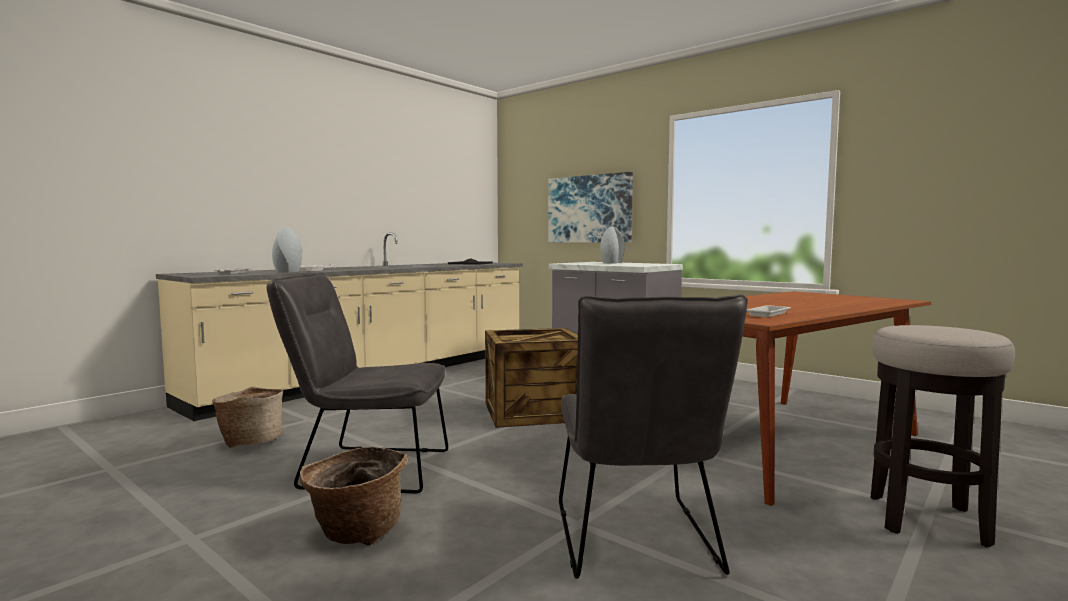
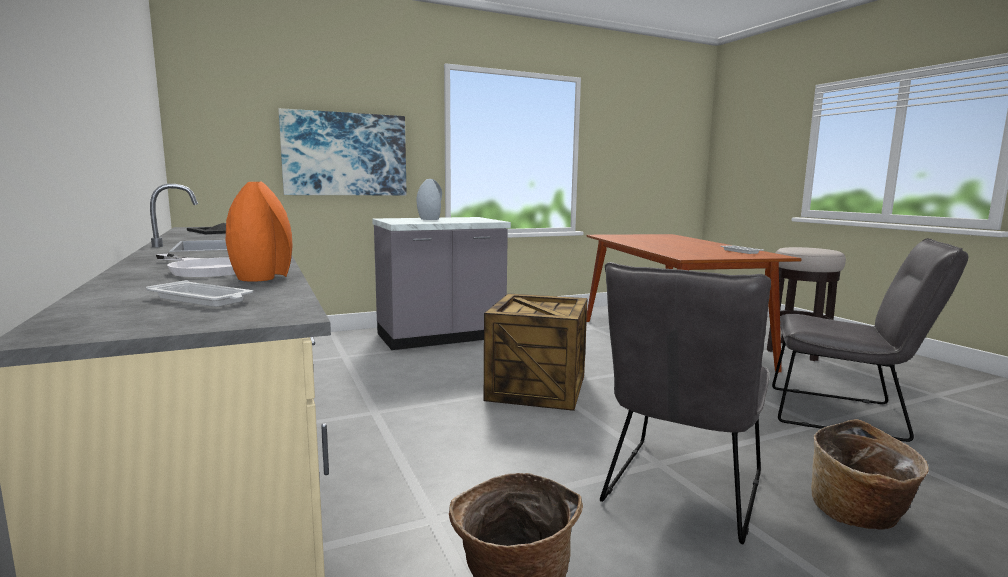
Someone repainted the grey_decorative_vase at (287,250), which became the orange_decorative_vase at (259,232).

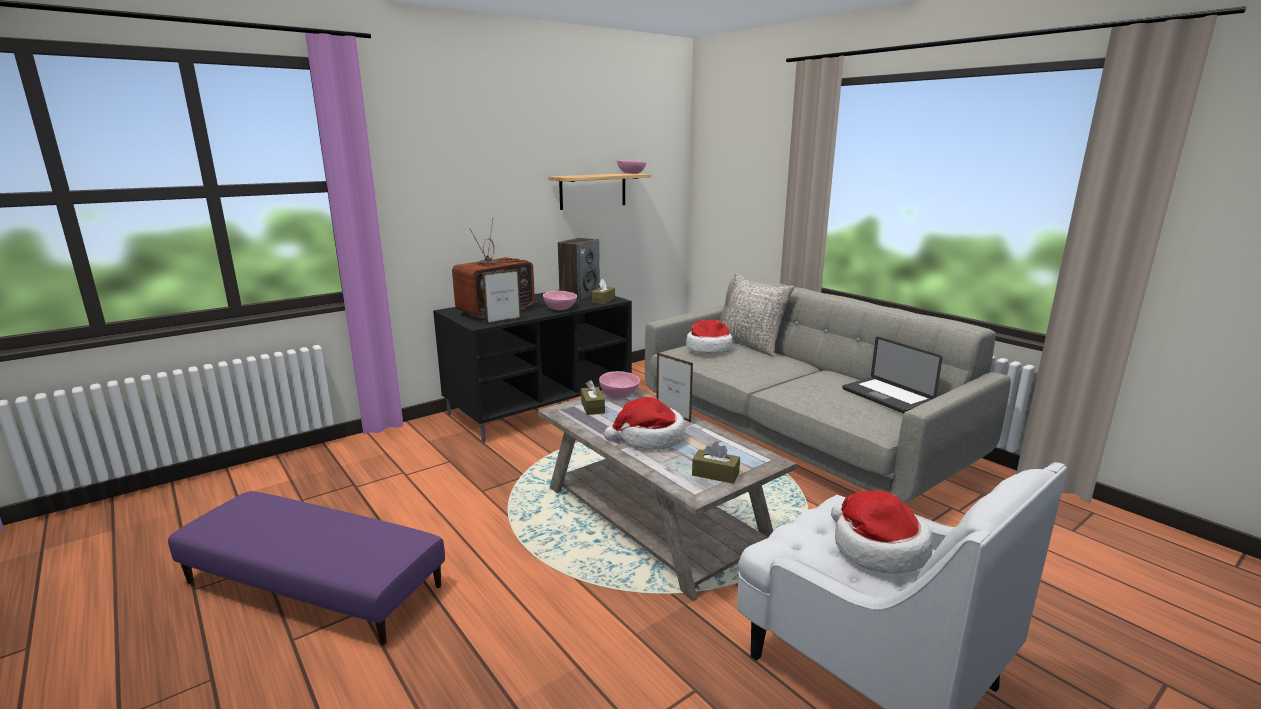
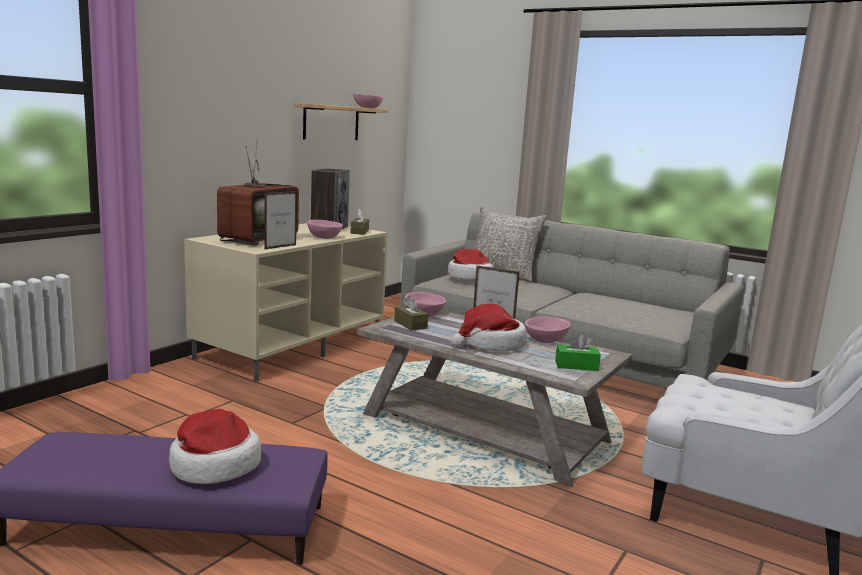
Someone repainted the black-coloured_media_console at (532,366), which became the sand-coloured_media_console at (286,302).
Someone took away the portable_computer at (892,375).
Someone repainted the brown-coloured_box_of_tissues at (716,463), which became the greenish_box_of_tissues at (578,352).
Someone carried the clothing_hat from (882,532) to (215,446).
Someone put down the pink-coloured_bowl at (547,330).

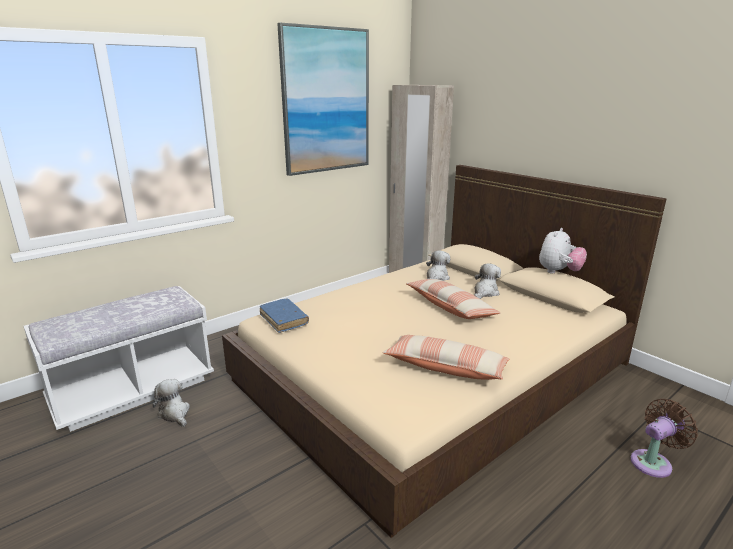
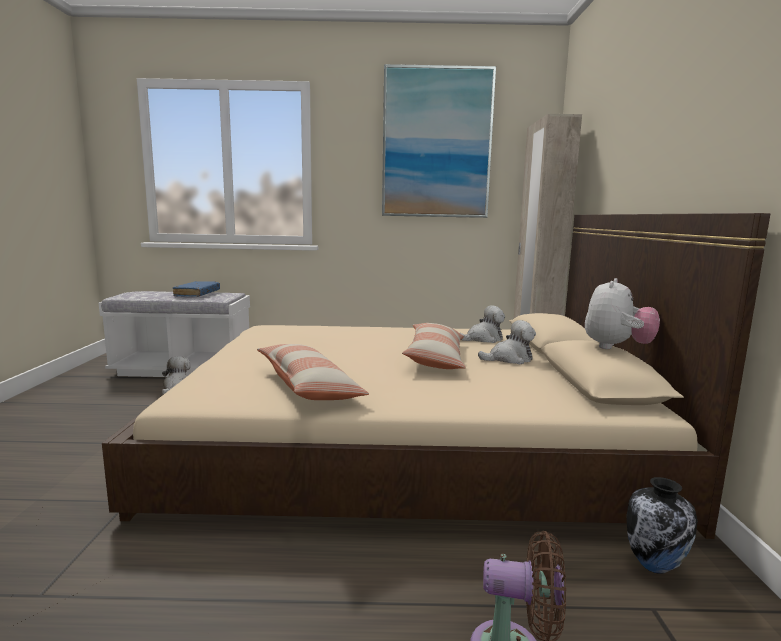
Someone rotated the cuddly_toy at (563,251) by 45 degrees counterclockwise.
Someone carried the blue_book from (284,315) to (196,289).
Someone put down the decorative_vase at (662,525).

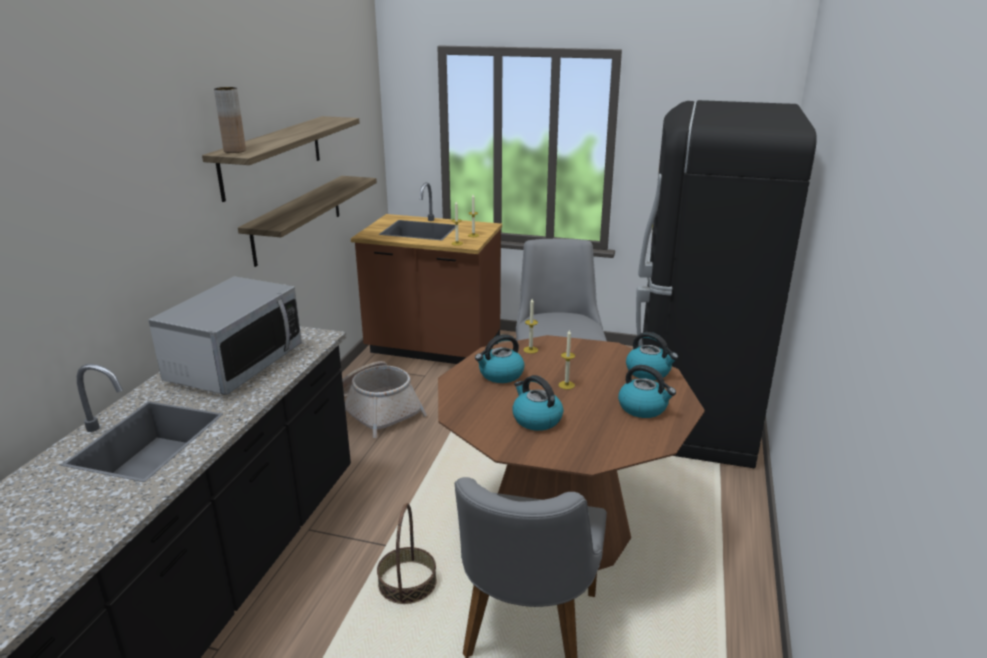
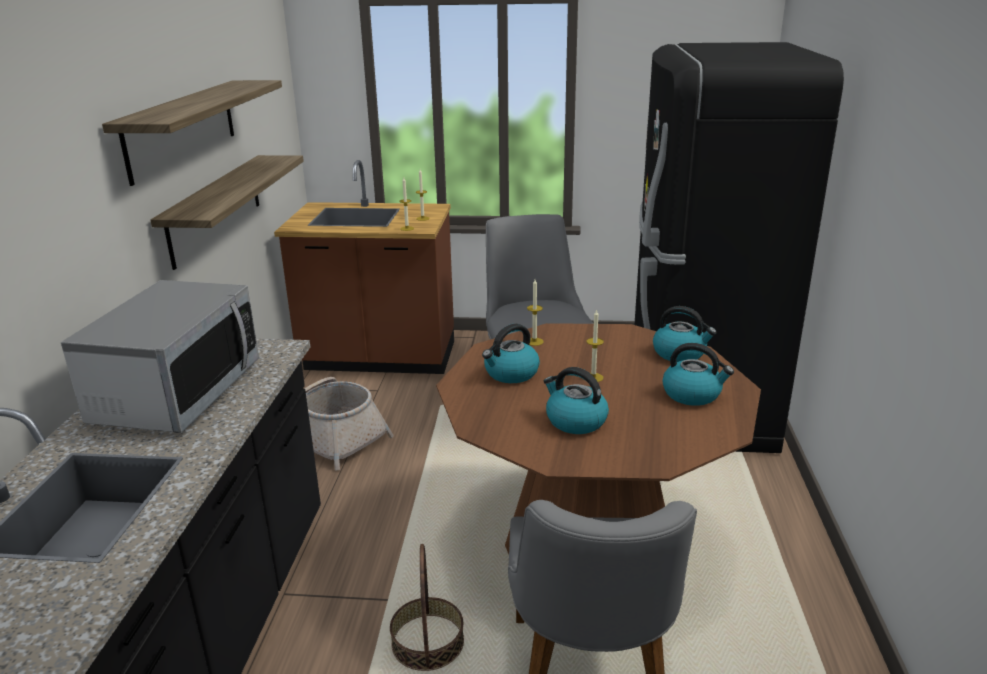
Someone took away the brown-coloured_decorative_vase at (230,120).

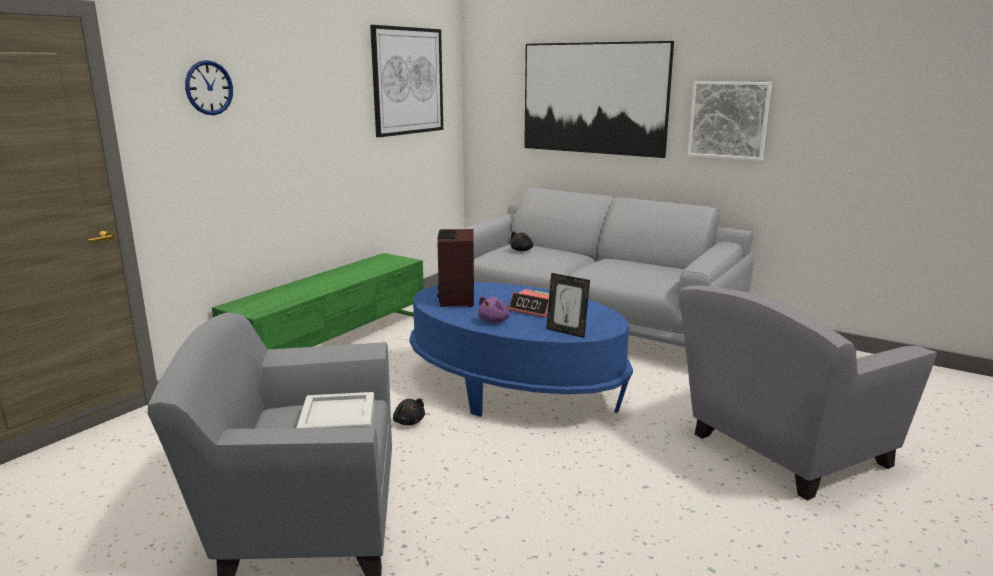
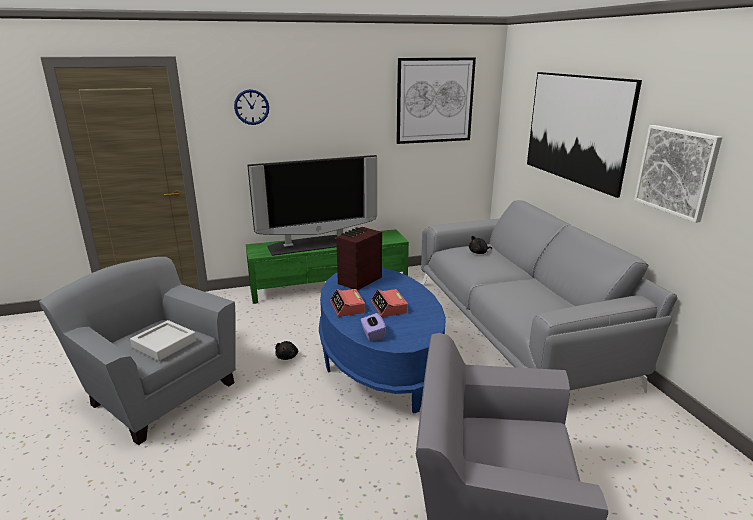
Someone swapped the photo_frame at (568,305) for the purple_box_of_tissues at (373,327).
Someone swapped the purple_cuddly_toy at (494,309) for the bedside_clock at (347,303).
Someone put down the TV_set at (312,205).

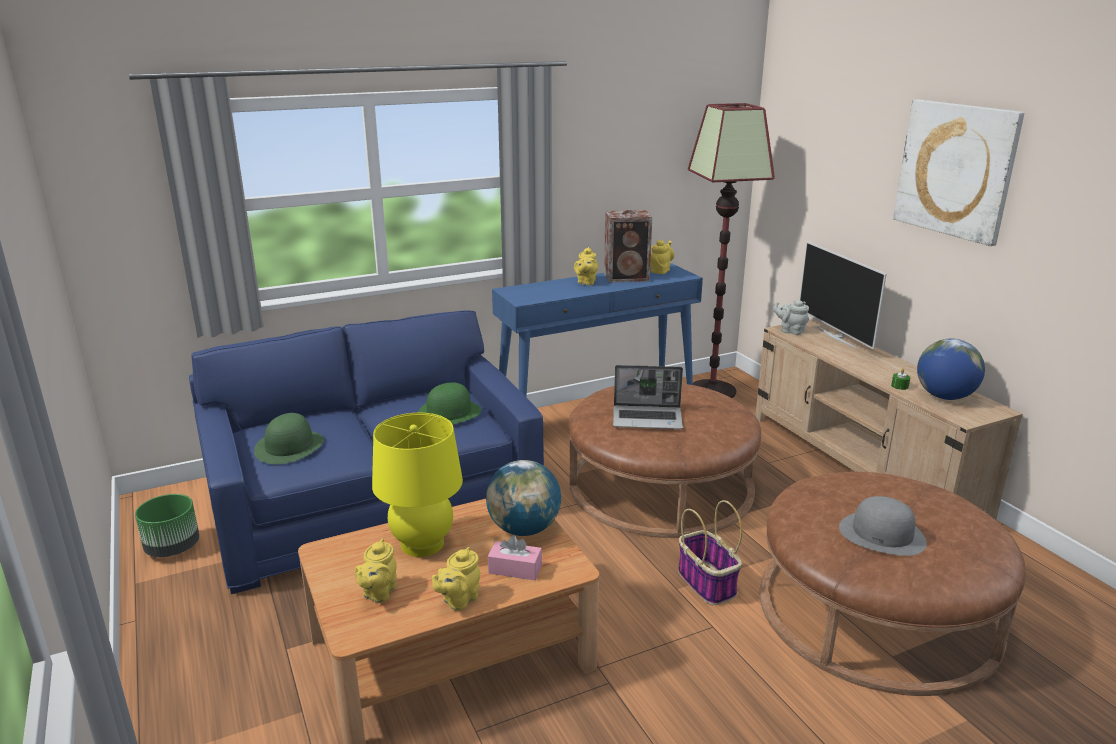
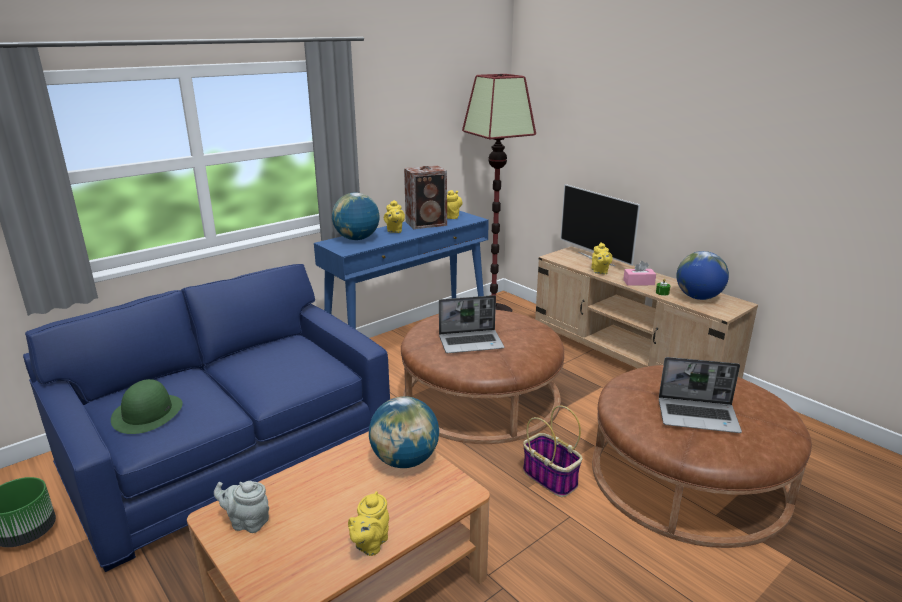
Someone took away the wall_art at (959,173).
Someone carried the grey_teapot from (791,317) to (241,507).
Someone took away the greenish_clothing_hat at (449,403).
Someone took away the yellowish_tabletop_lamp at (417,485).
Someone swapped the grey_clothing_hat at (883,526) for the portable_computer at (700,395).
Someone carried the pink-coloured_box_of_tissues from (515,557) to (639,273).
Someone carried the yellowish_teapot from (376,571) to (602,258).
Someone put down the desk_globe at (356,216).

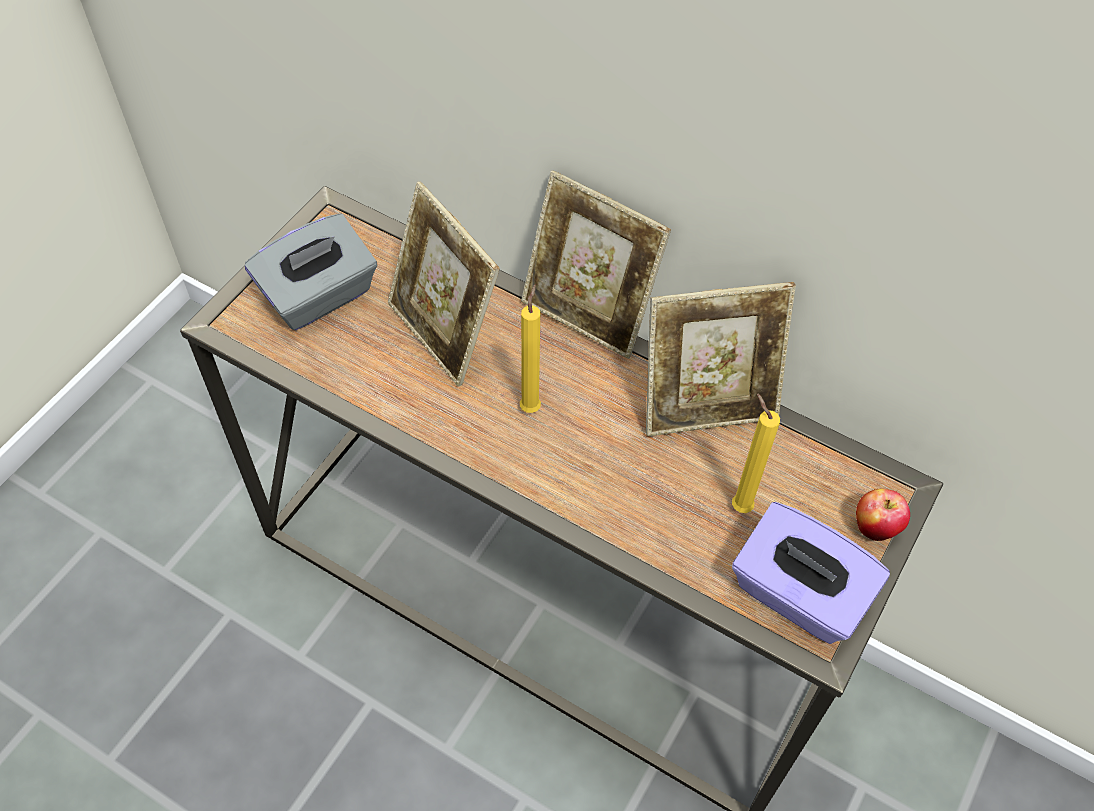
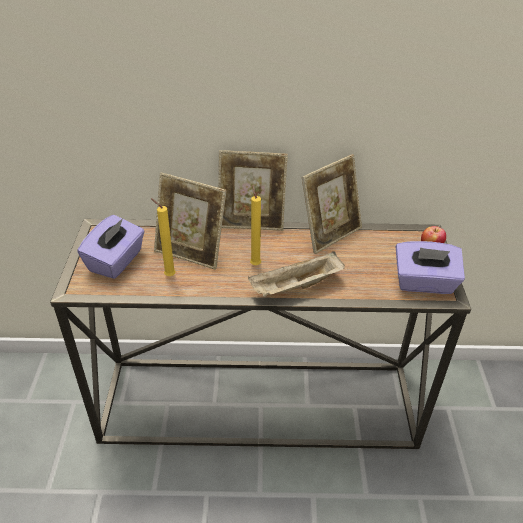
Someone repainted the grey_box_of_tissues at (311,272), which became the purple_box_of_tissues at (111,247).
Someone carried the yellowish_wax_light from (756,453) to (163,237).
Someone put down the sand-coloured_carrying_tray at (296,274).

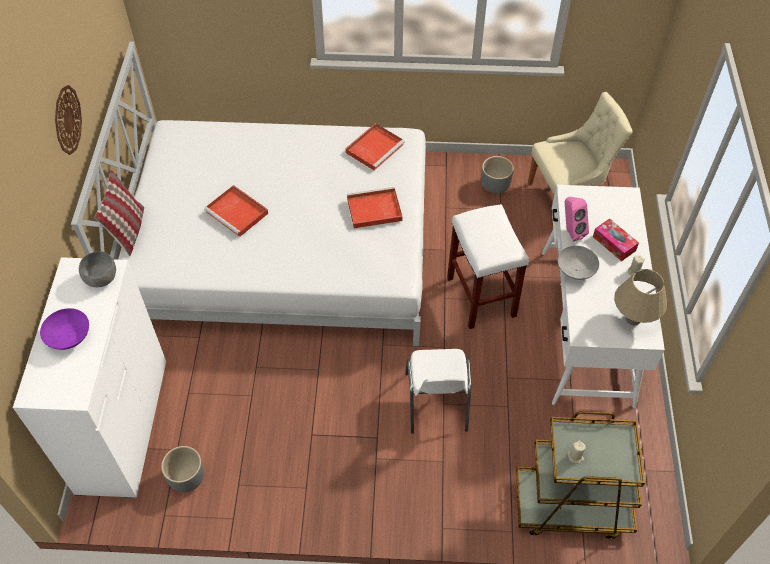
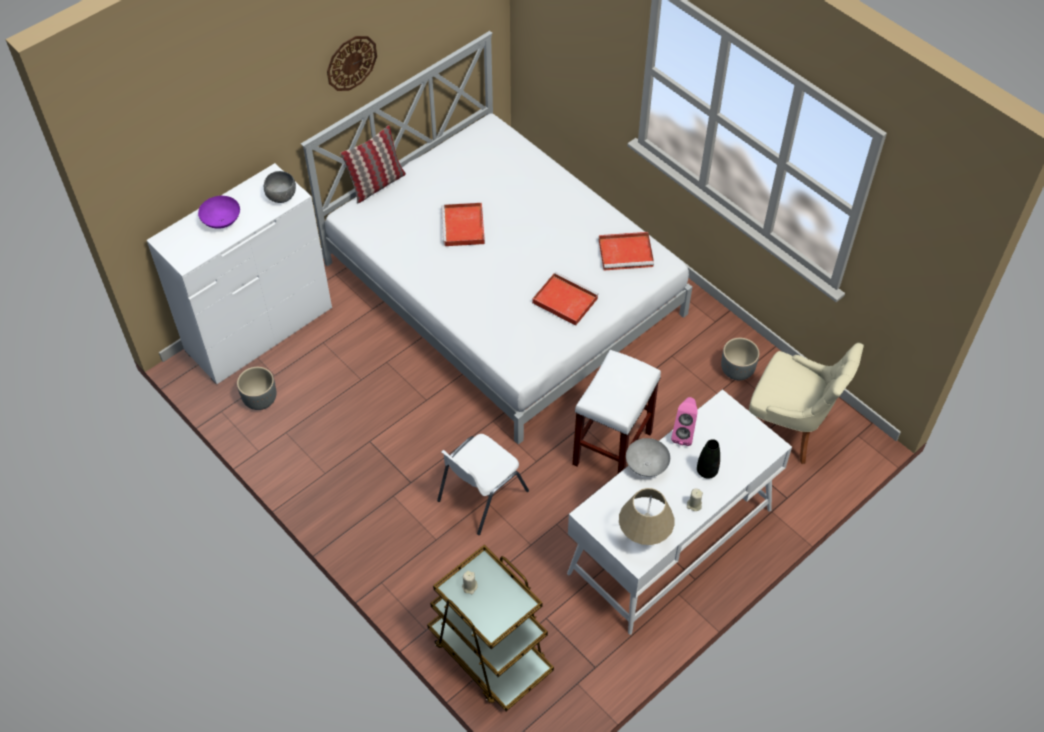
Someone swapped the box_of_tissues at (616,239) for the black-coloured_decorative_vase at (708,459).

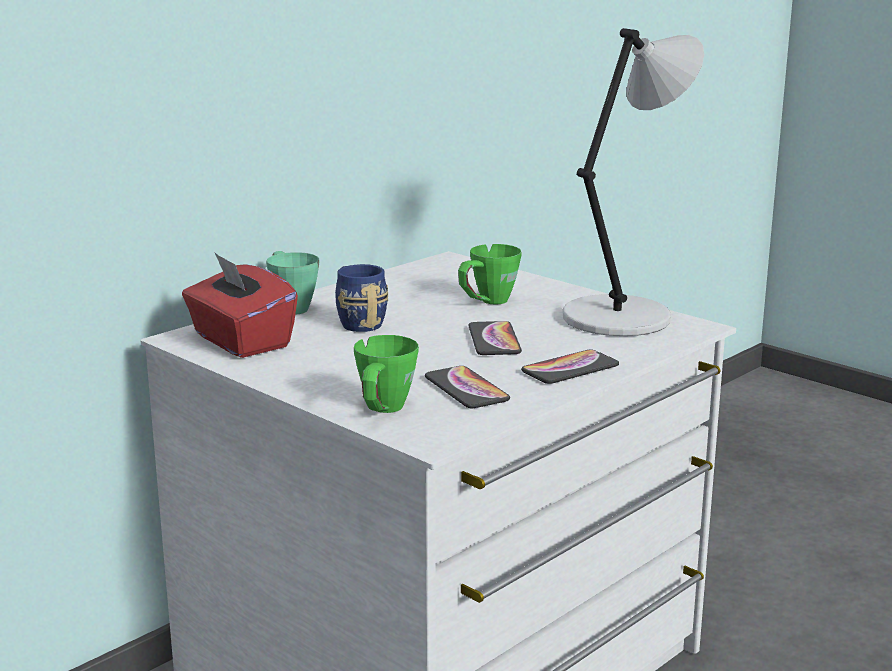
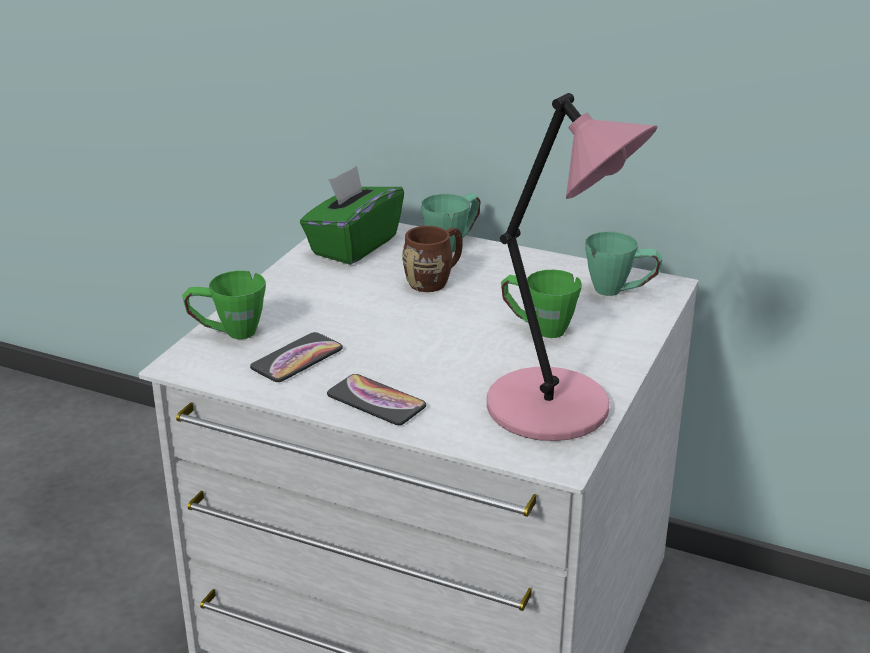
Someone repainted the grey_tabletop_lamp at (633,182), which became the pink-coloured_tabletop_lamp at (572,267).
Someone repainted the red_box_of_tissues at (240,305), which became the greenish_box_of_tissues at (352,215).
Someone repainted the blue_coffee_mug at (361,298), which became the brown-coloured_coffee_mug at (432,259).
Someone took away the telephone at (495,338).
Someone put down the greenish_coffee_mug at (624,264).

